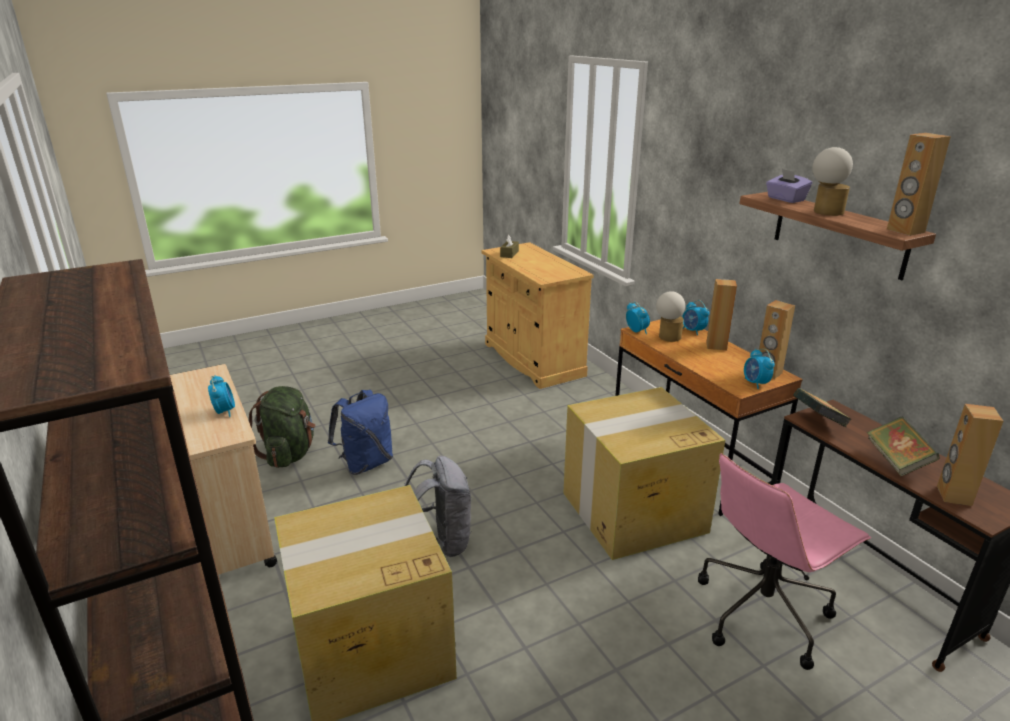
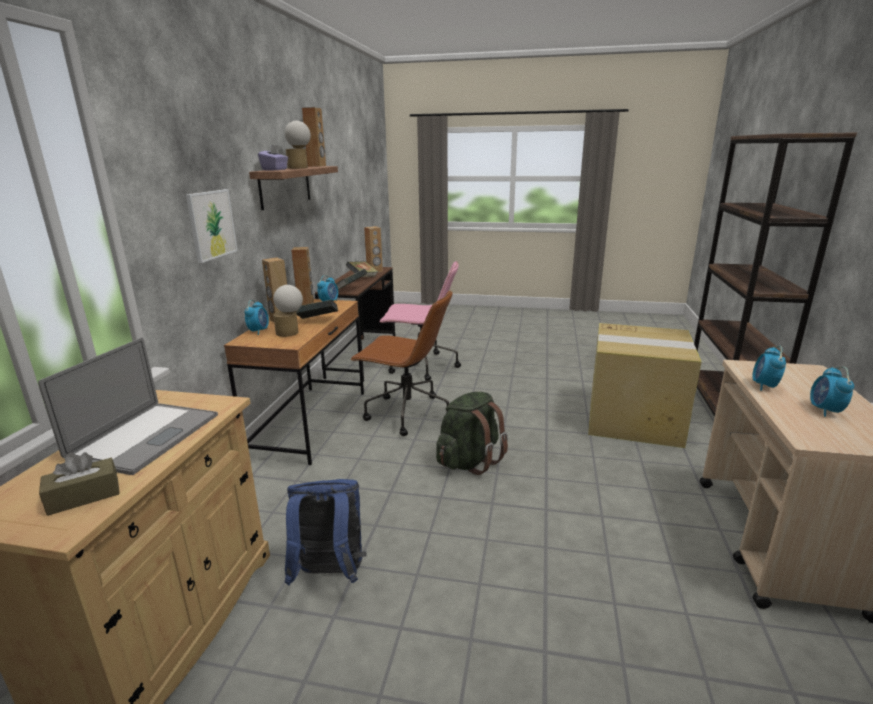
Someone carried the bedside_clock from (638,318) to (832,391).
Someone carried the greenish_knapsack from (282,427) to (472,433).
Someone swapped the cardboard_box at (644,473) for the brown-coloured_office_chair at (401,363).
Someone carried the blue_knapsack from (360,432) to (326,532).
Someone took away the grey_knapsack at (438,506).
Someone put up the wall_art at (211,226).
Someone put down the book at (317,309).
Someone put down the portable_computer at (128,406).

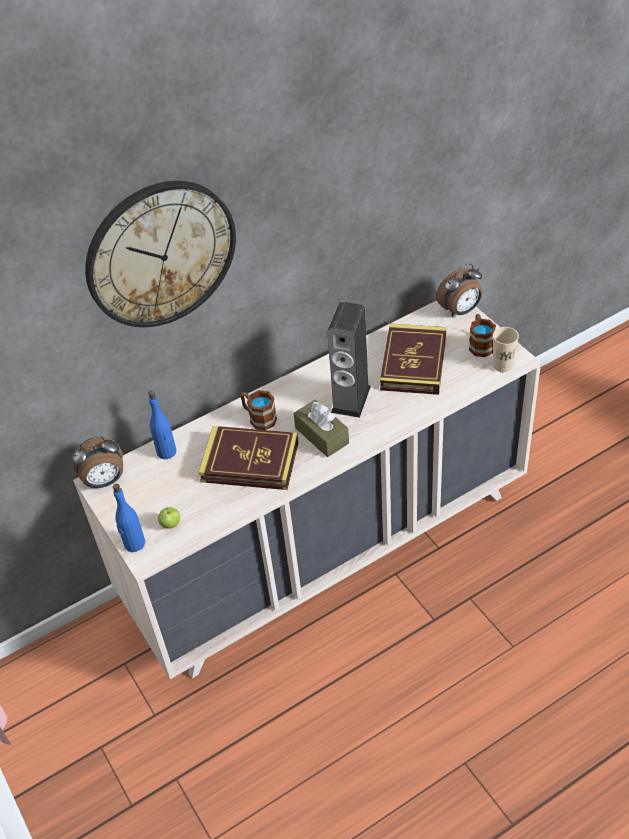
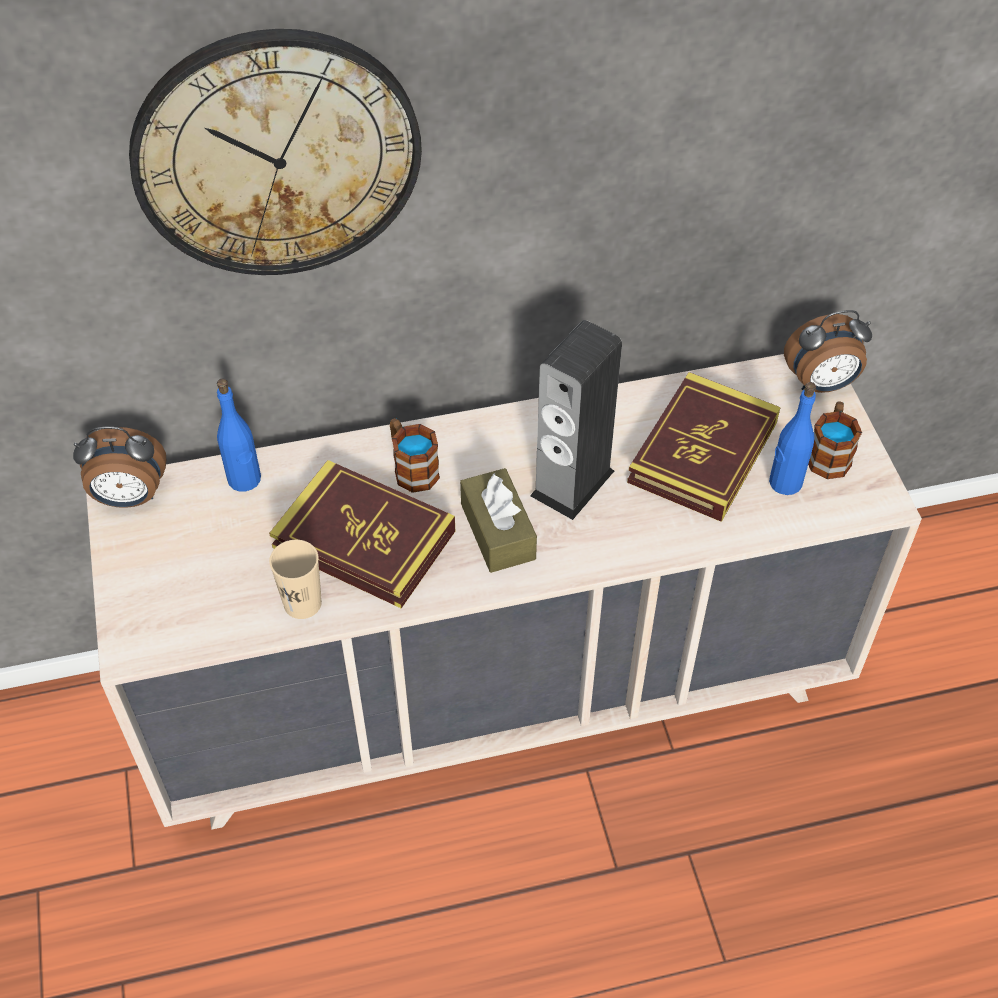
Someone carried the sand-coloured_small_cup from (506,349) to (295,579).
Someone carried the blue_beverage_bottle from (129,518) to (792,438).
Someone took away the whole_apple at (169,518).

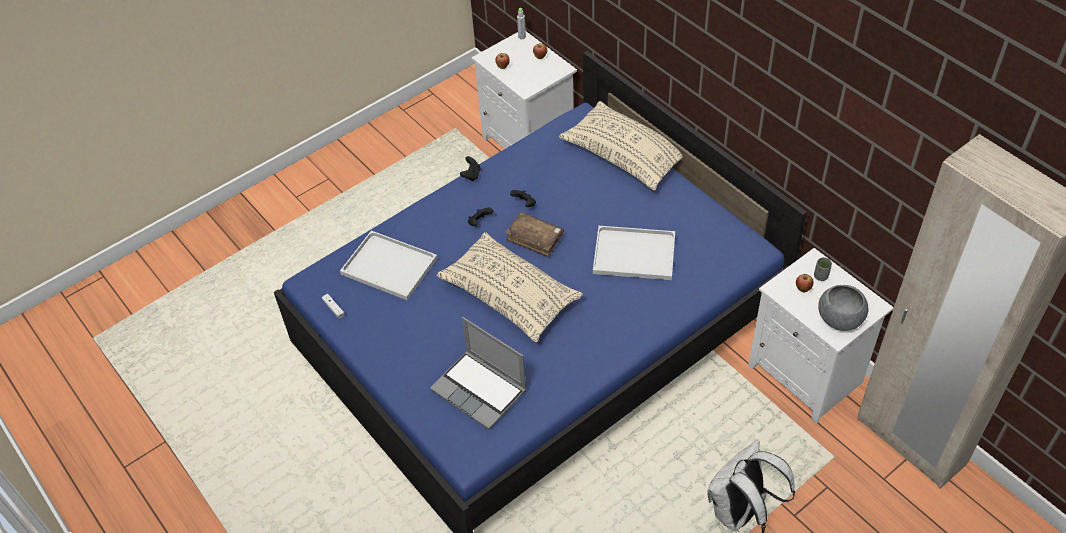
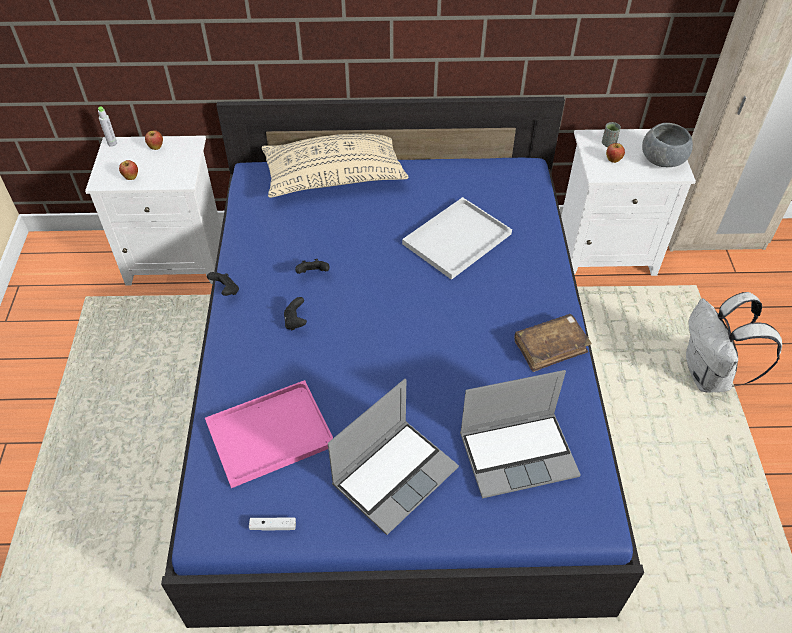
Someone carried the brown-coloured_book from (534,234) to (553,343).
Someone repainted the whitish_carrying_tray at (388,265), which became the pink-coloured_carrying_tray at (269,434).
Someone took away the sand-coloured_throw_pillow at (510,287).
Someone put down the portable_computer at (393,457).

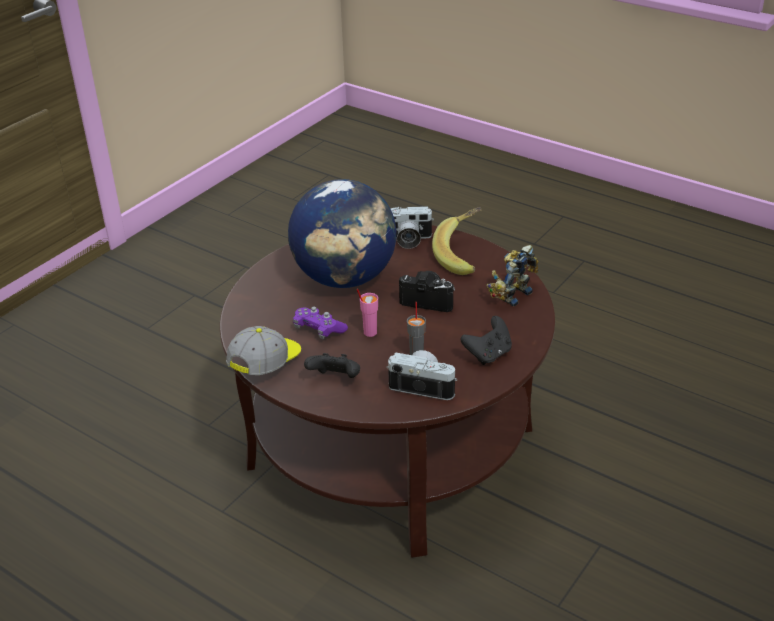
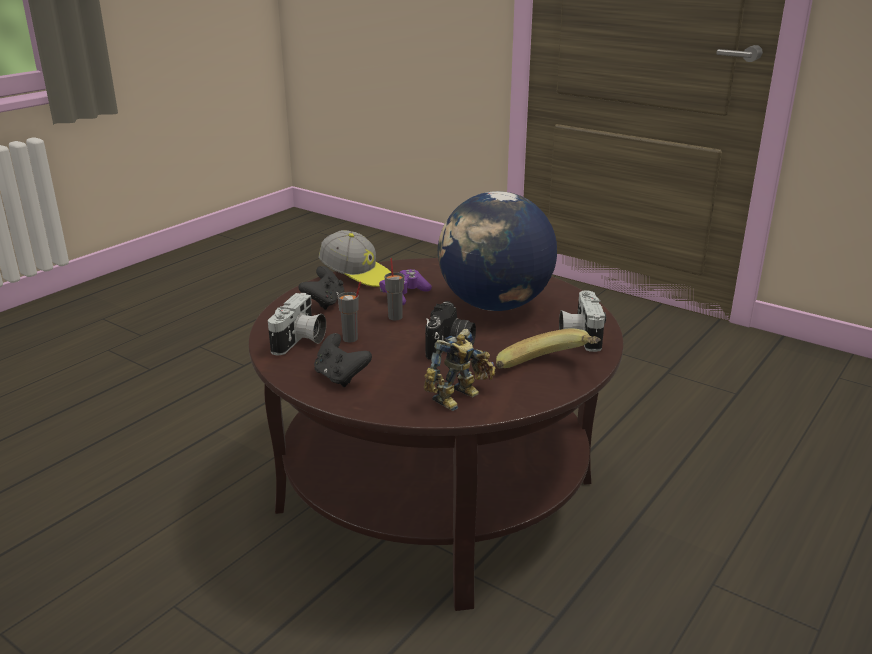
Someone rotated the robot_figure at (512,275) by 90 degrees clockwise.
Someone repainted the pink-coloured_small_cup at (367,312), which became the grey_small_cup at (394,289).

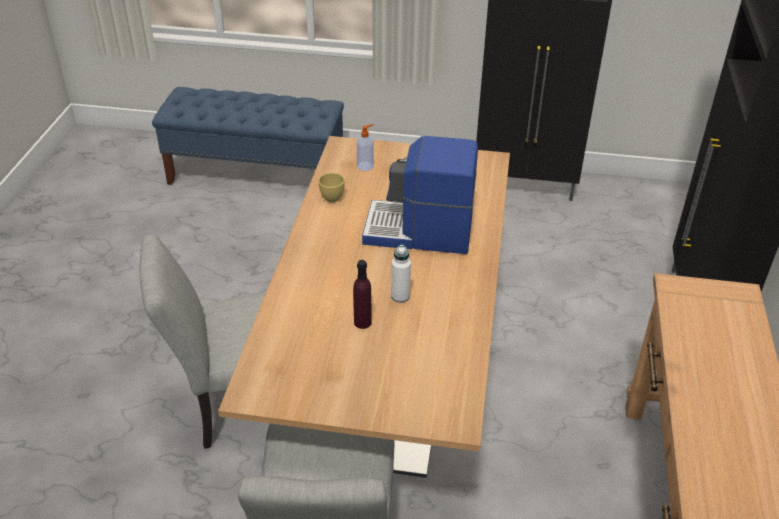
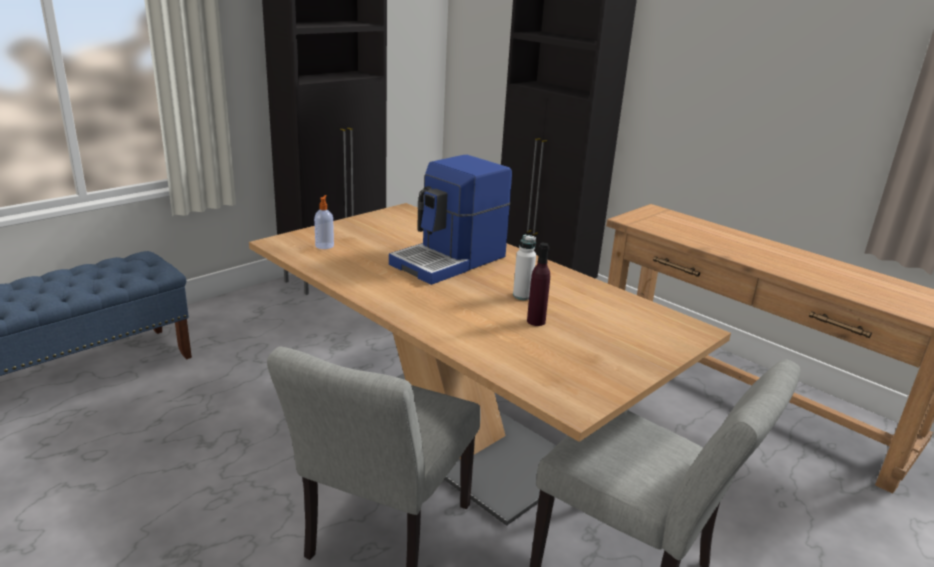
Someone took away the yellowish_small_cup at (331,187).

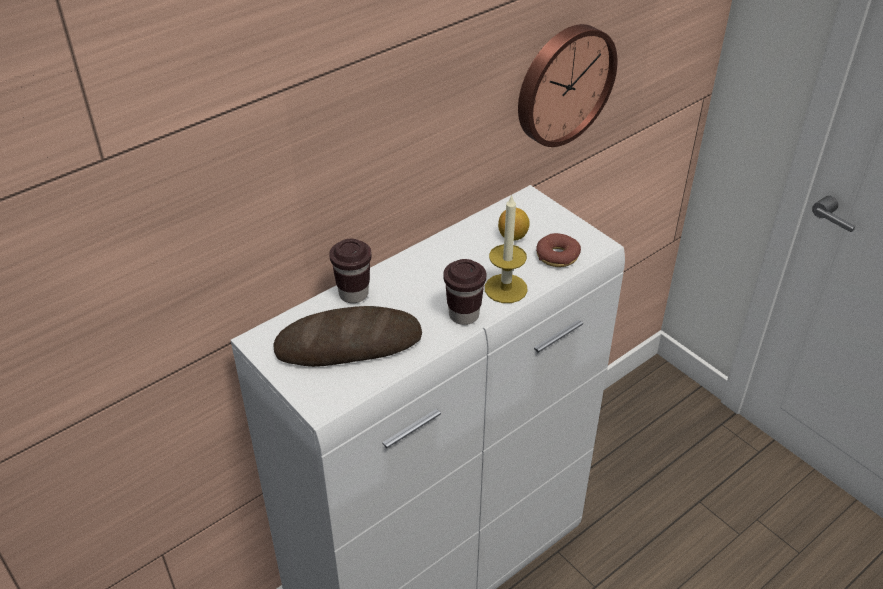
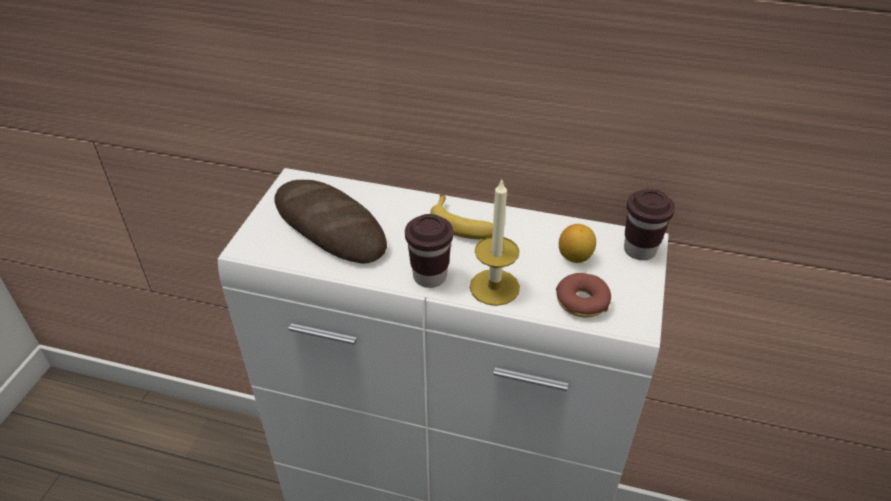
Someone took away the clock_on_the_wall at (567,85).
Someone carried the brown-coloured_small_cup from (350,271) to (649,224).
Someone put down the banana_fruit at (461,217).

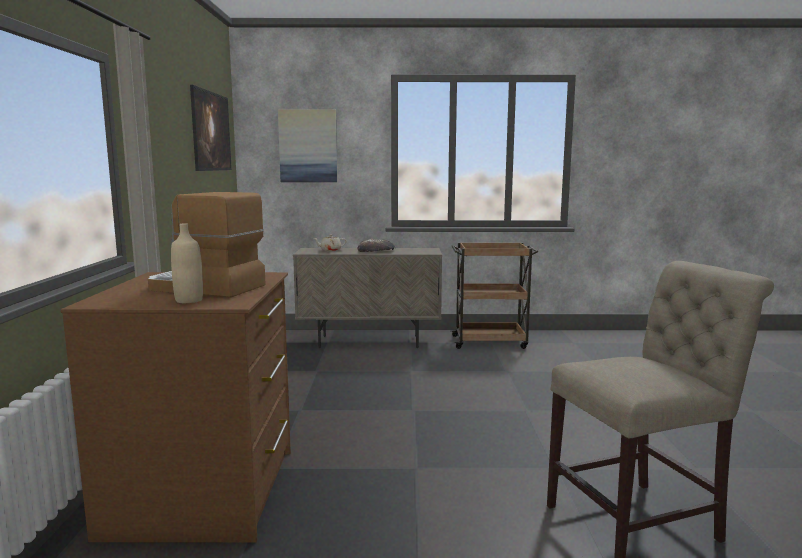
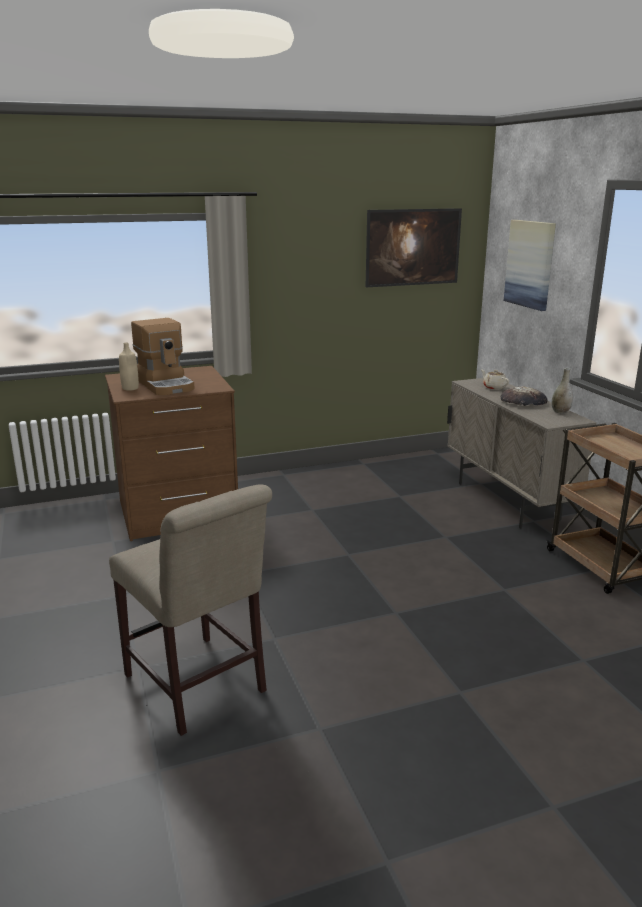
Someone rotated the coffee_machine at (207,245) by 150 degrees clockwise.
Someone put down the grey_decorative_vase at (562,391).

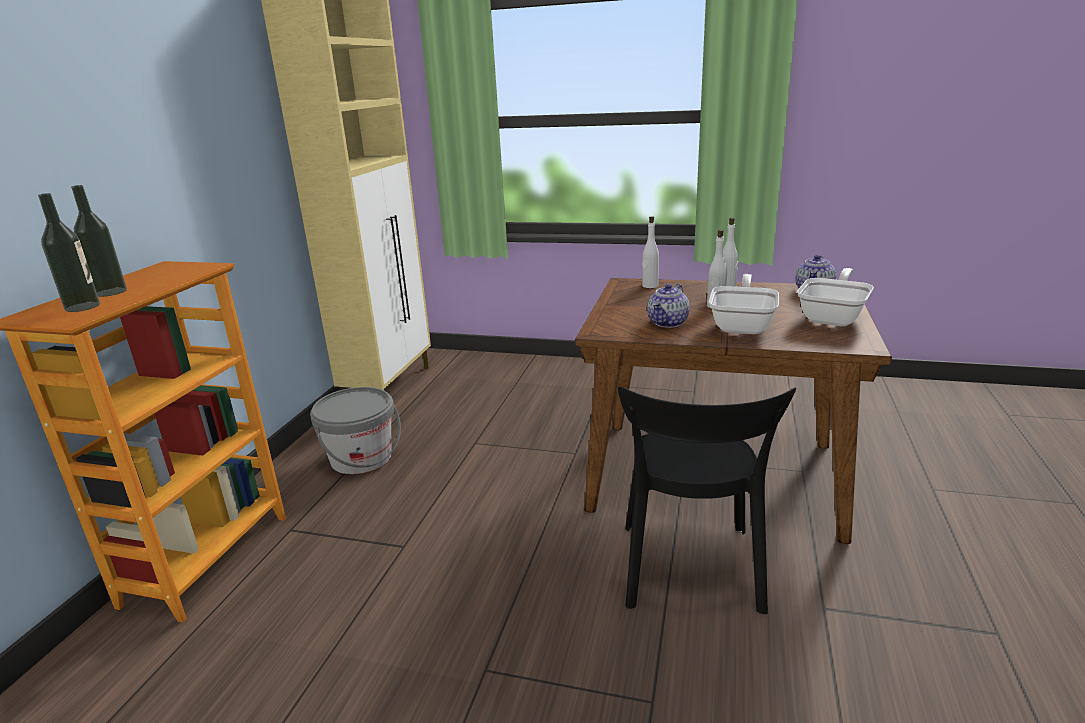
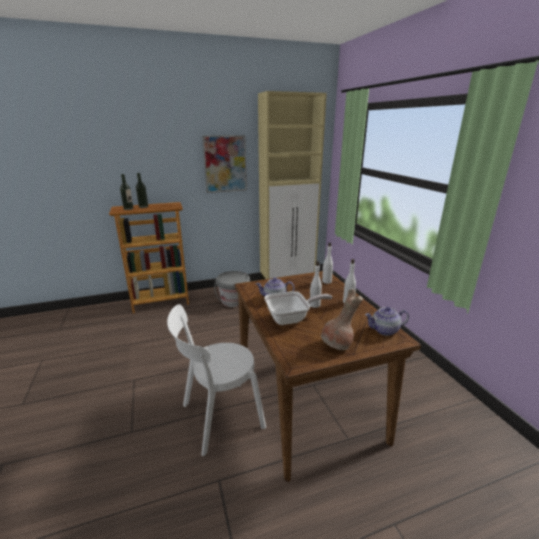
Someone swapped the pan at (835,297) for the brown-coloured_decorative_vase at (342,319).
Someone repainted the black-coloured_chair at (707,500), which became the whitish_chair at (216,380).
Someone put up the wall_art at (224,164).

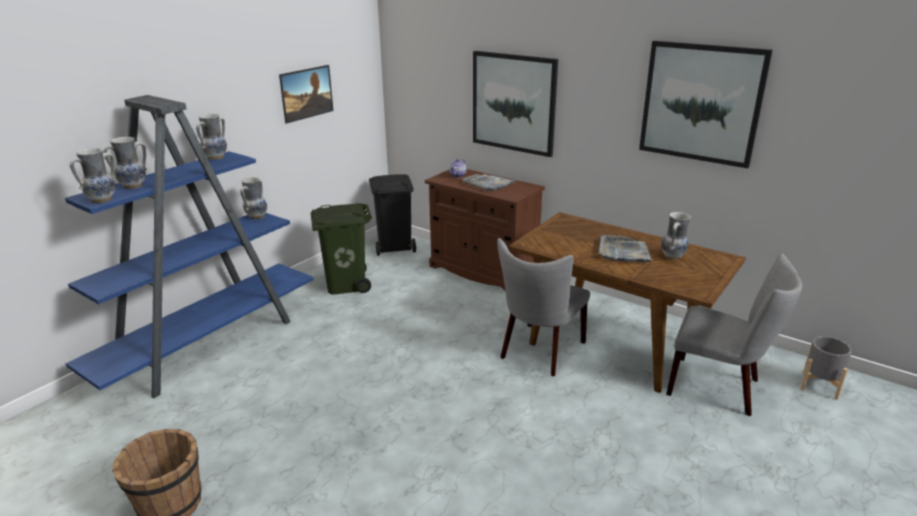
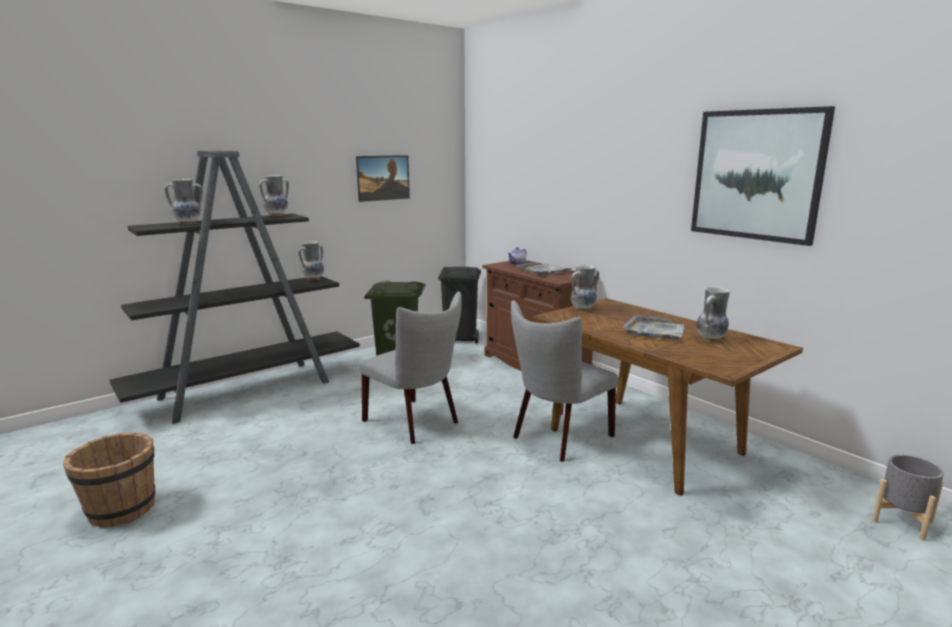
Someone took away the wall_art at (515,104).
Someone repainted the blue_bookshelf at (189,247), which became the black-coloured_bookshelf at (235,287).
Someone carried the decorative_vase from (93,175) to (585,288).
Someone carried the grey_chair from (734,335) to (410,367).

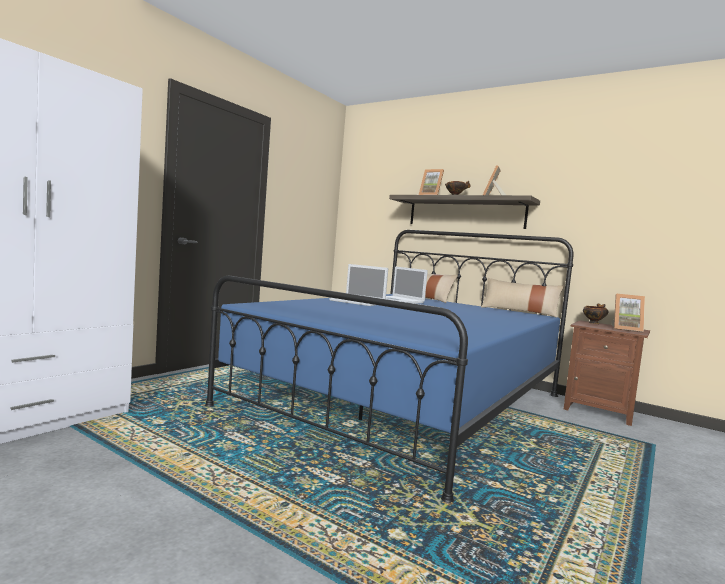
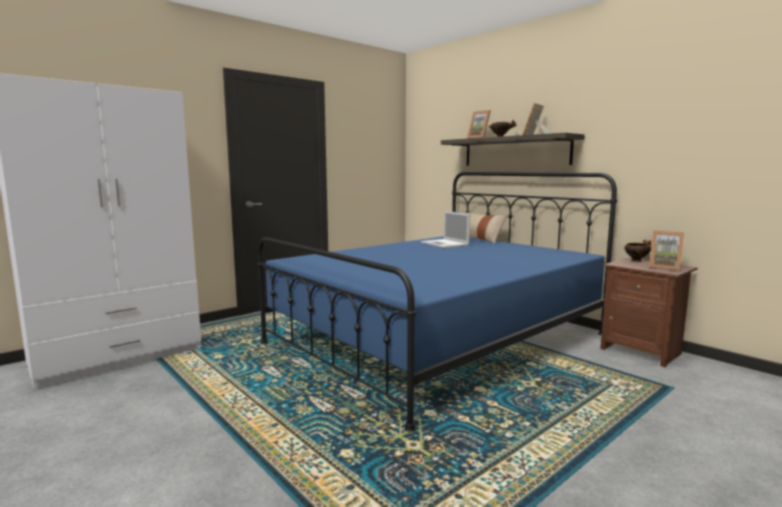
Someone took away the portable_computer at (358,285).
Someone took away the sand-coloured_throw_pillow at (522,297).

